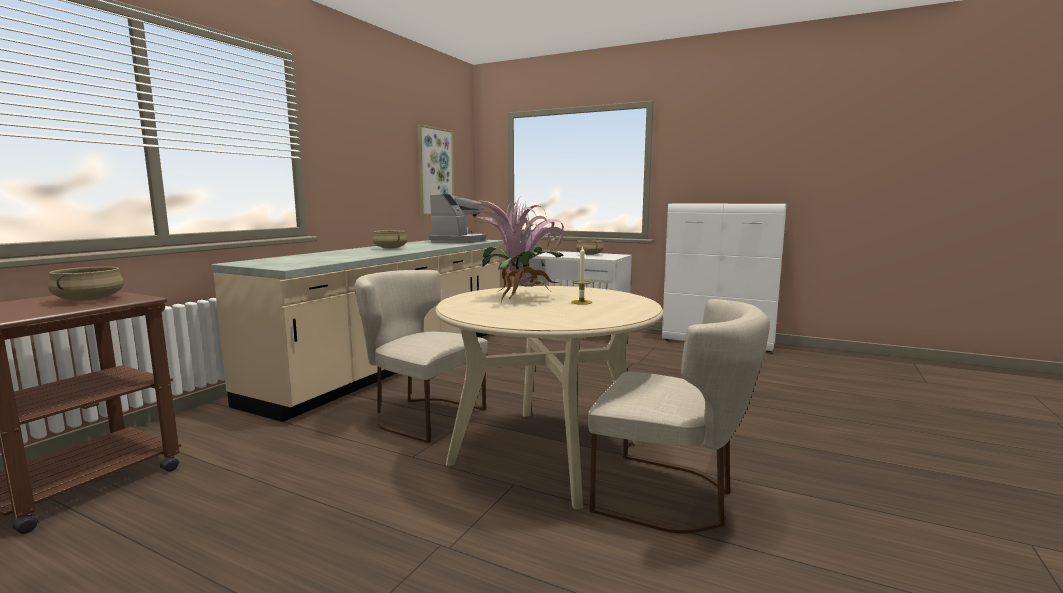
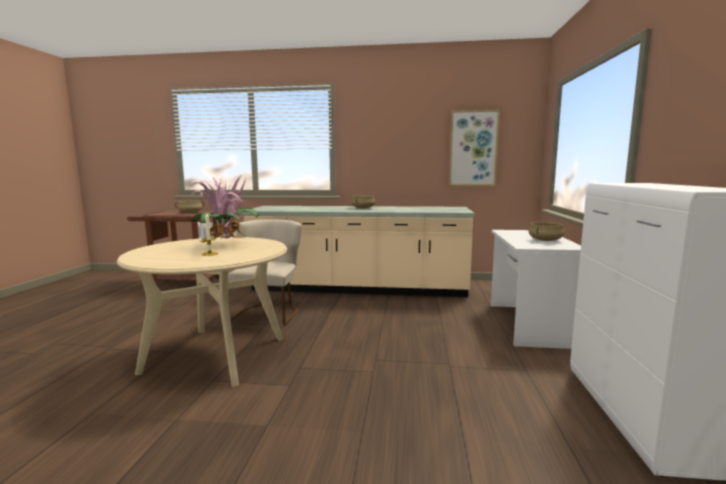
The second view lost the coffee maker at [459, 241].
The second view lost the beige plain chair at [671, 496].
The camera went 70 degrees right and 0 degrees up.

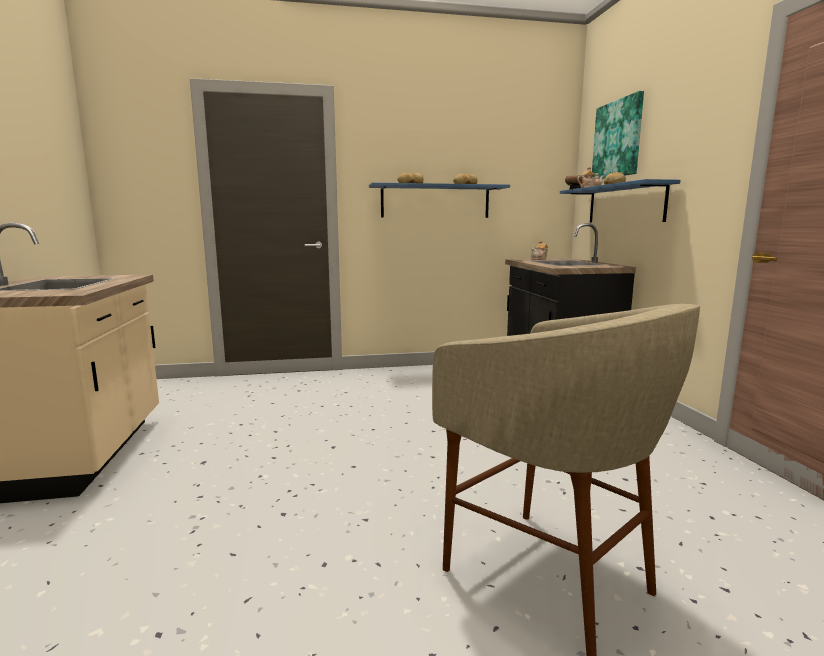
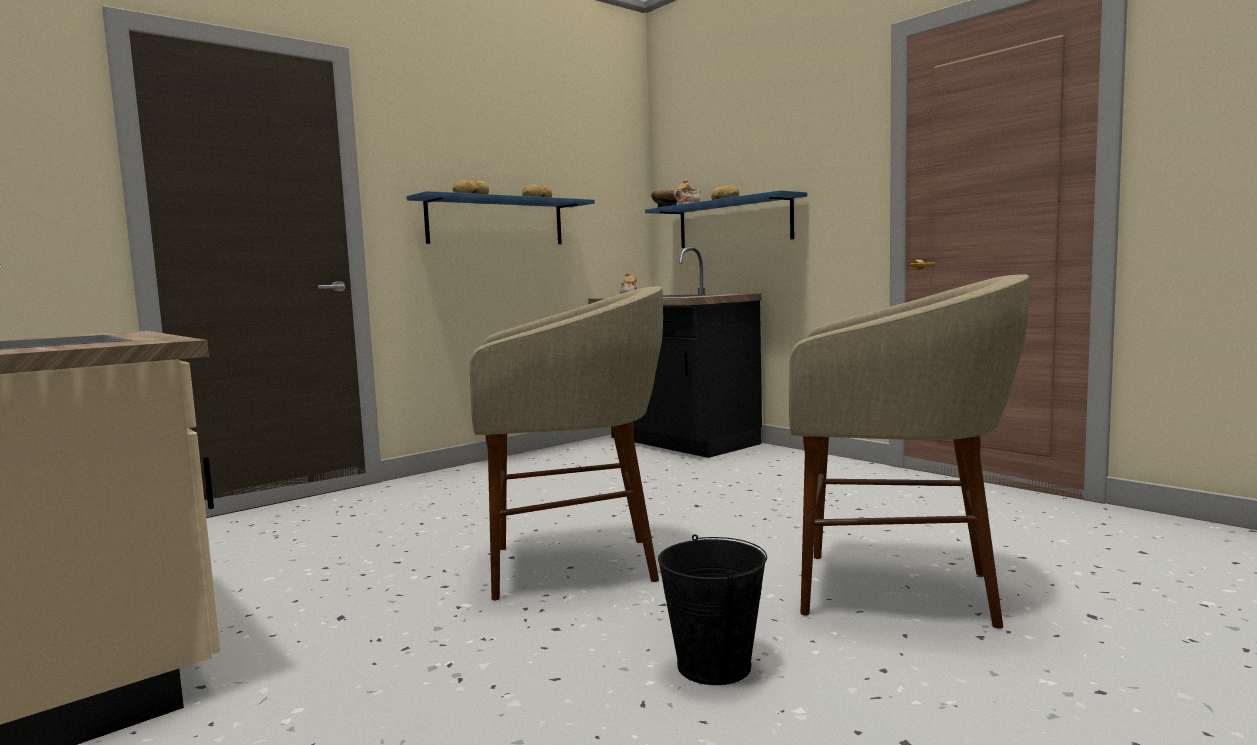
The second view lost the wall art at [618, 139].
The second view gained the beige stool at [574, 566].
The second view gained the blackish pail at [713, 666].
The camera went 30 degrees left and 5 degrees down.

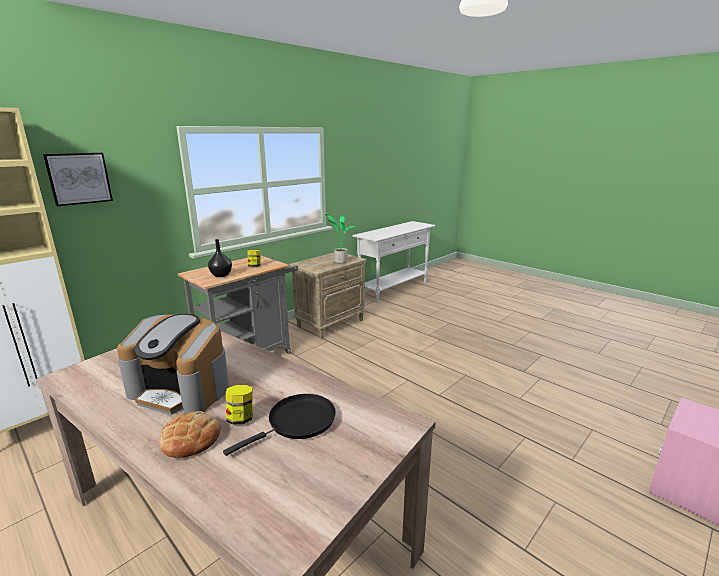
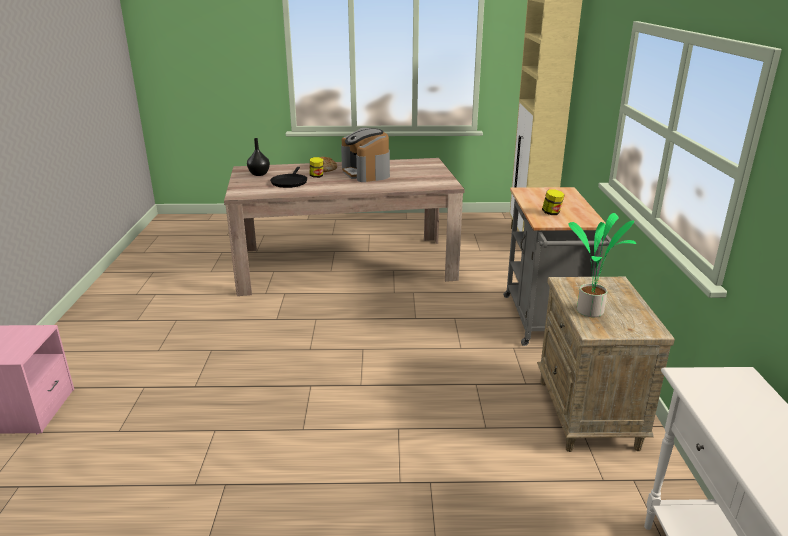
The second view lost the wall art at [79, 178].
The coffee maker at [182, 389] ended up facing another way, 90 degrees counterclockwise from before.
The blackish decorative vase ended up elsewhere, having gone from [220, 275] to [259, 174].
The camera went 135 degrees right and 5 degrees up.

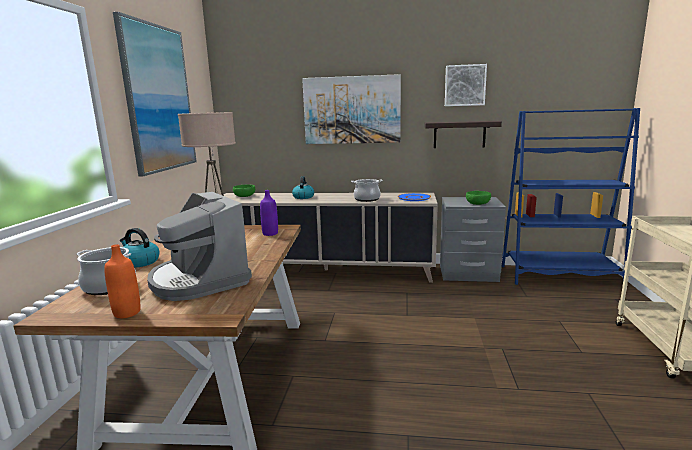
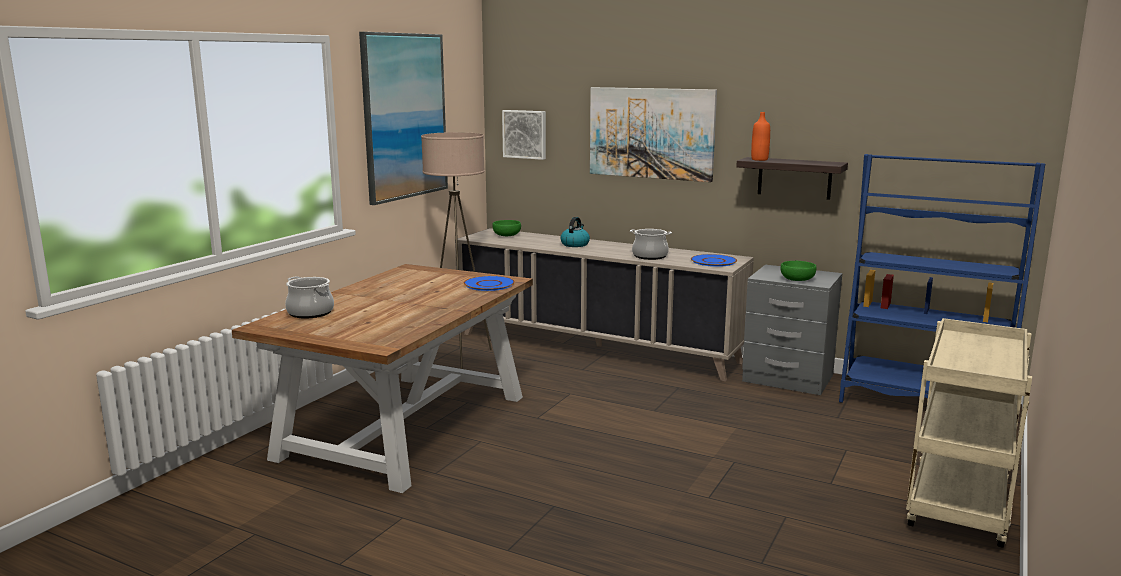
The orange drink bottle ended up elsewhere, having gone from [127, 313] to [759, 159].
The second view lost the water kettle at [139, 262].
The second view lost the coffee maker at [199, 280].
Where the purple-coloured drink bottle stood at [270, 233], the blue dinner plate came to stand at [489, 284].
The wall art ended up elsewhere, having gone from [465, 85] to [525, 134].
The camera went 20 degrees right and 0 degrees up.

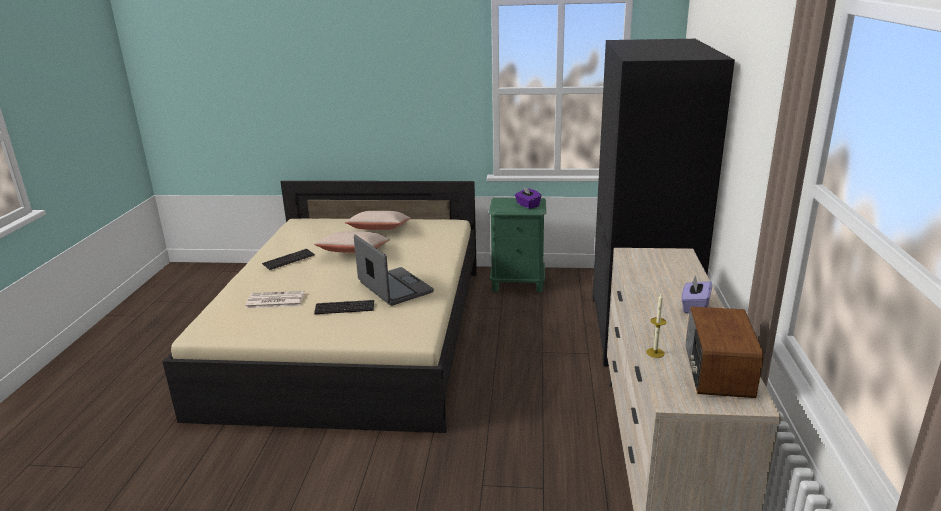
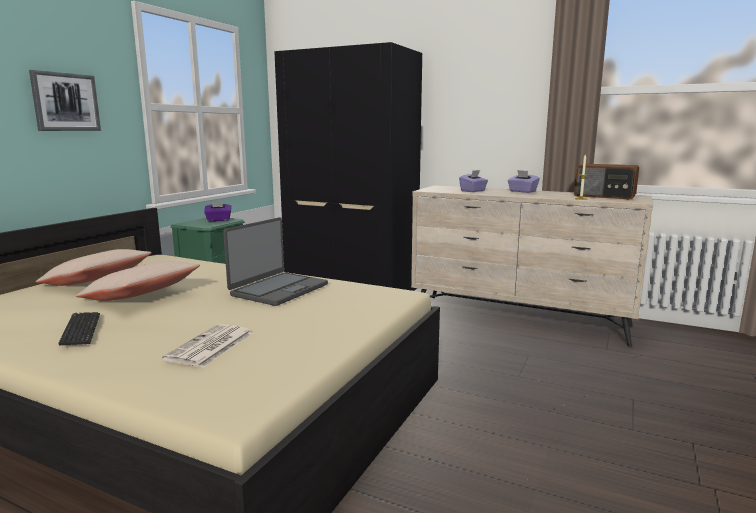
The second view lost the PC keyboard at [344, 308].
The portable computer at [394, 288] ended up facing another way, 135 degrees clockwise from before.
The second view gained the wall art at [65, 102].
The second view gained the purple-coloured tissue holder at [473, 191].
The camera went 70 degrees left and 10 degrees down.

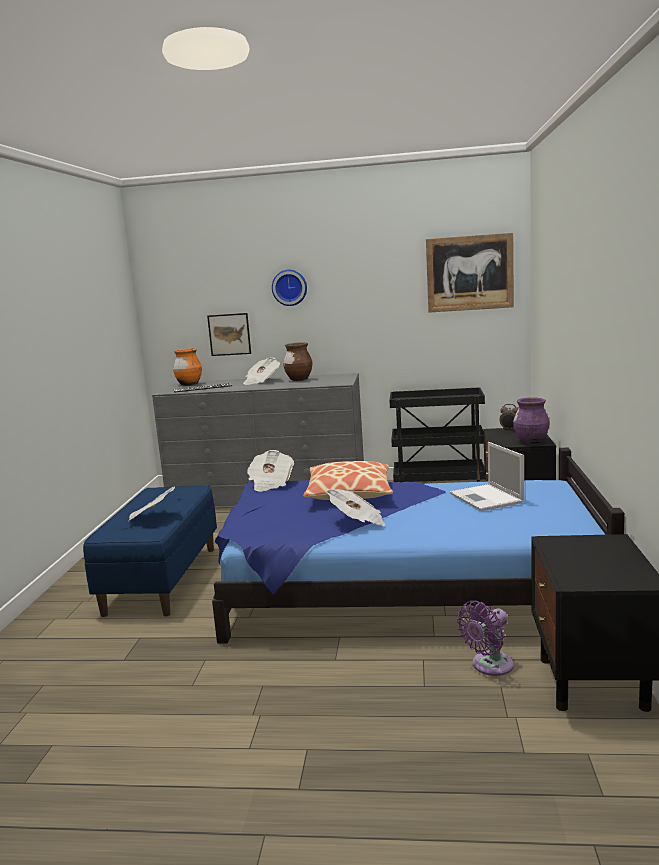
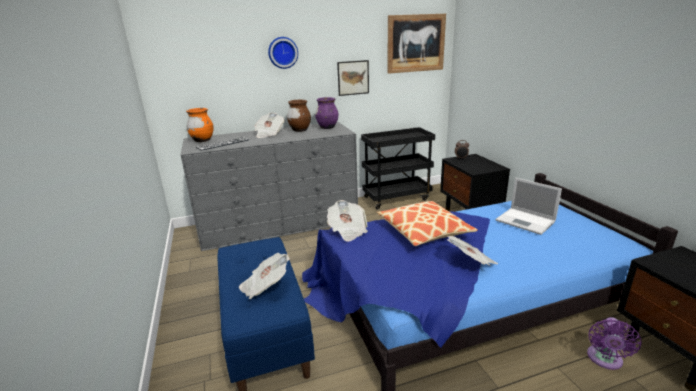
The wall art ended up elsewhere, having gone from [229, 334] to [353, 78].
The purple-coloured decorative vase ended up elsewhere, having gone from [531, 442] to [327, 127].
The camera went 25 degrees left and 10 degrees up.

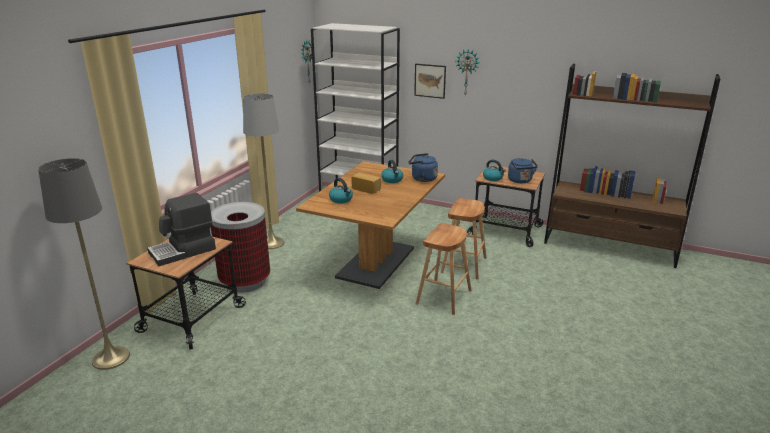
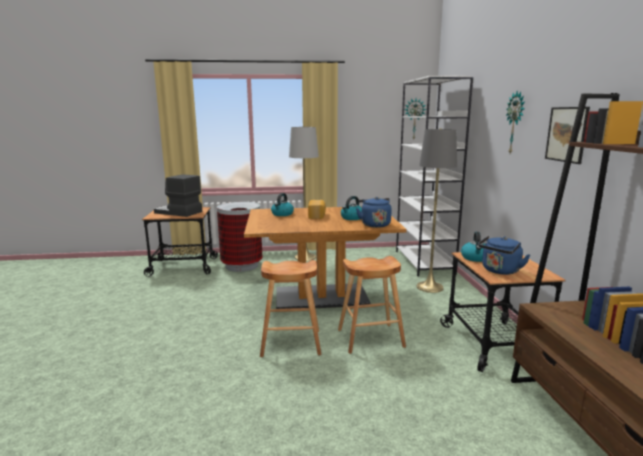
The gray standard lamp ended up elsewhere, having gone from [111, 358] to [429, 287].
The wall art ended up elsewhere, having gone from [430, 81] to [566, 134].
The camera went 60 degrees right and 10 degrees down.

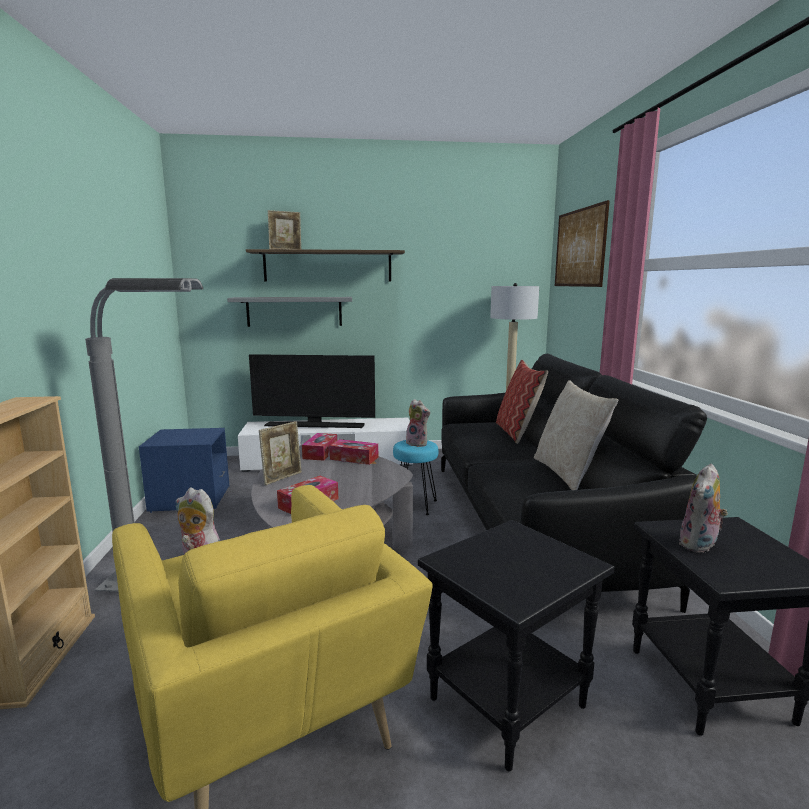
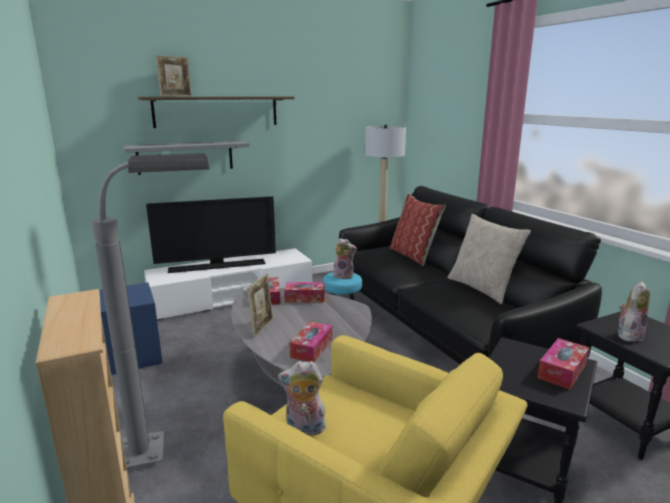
The second view lost the wall art at [579, 248].
The plush toy at [700, 545] ended up facing another way, 150 degrees counterclockwise from before.
The second view gained the tissue holder at [562, 371].
The camera went 20 degrees left and 5 degrees up.

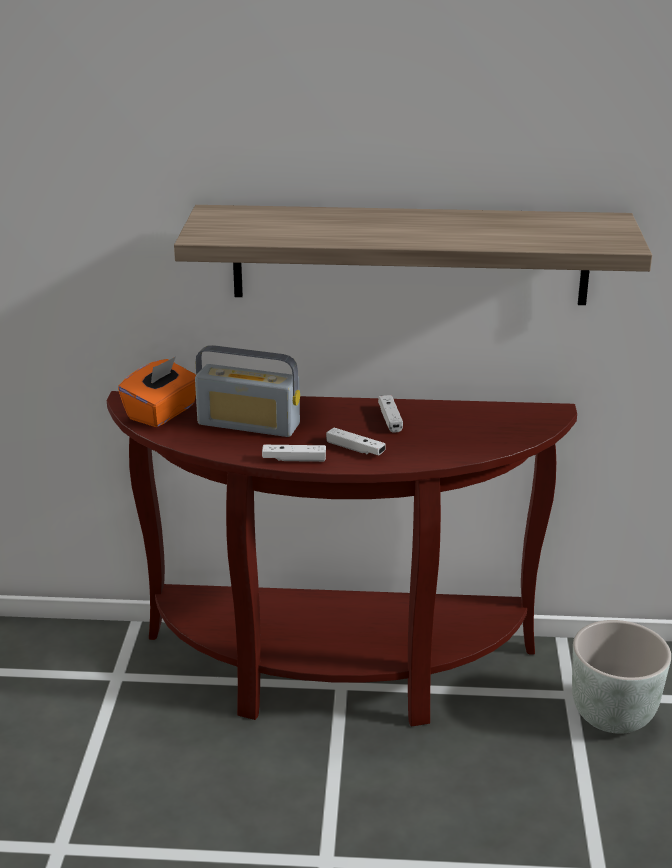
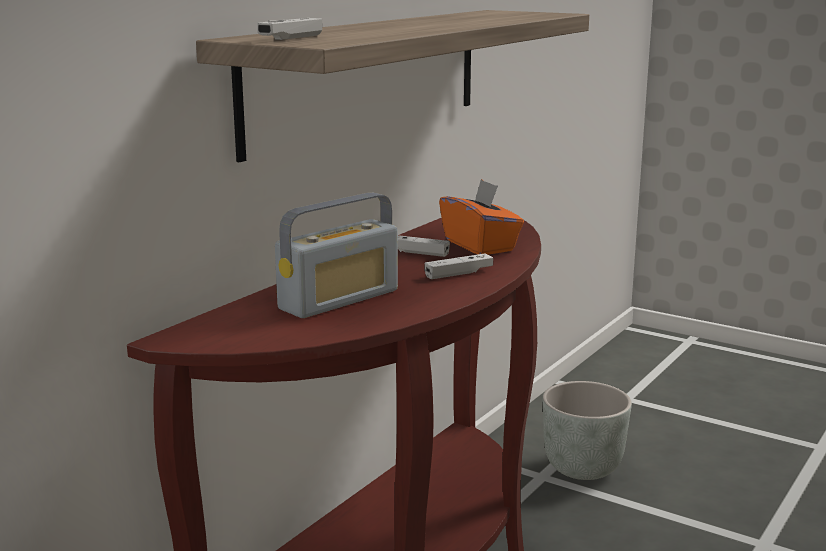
The orange tissue holder ended up elsewhere, having gone from [162, 413] to [480, 245].
The white game controller ended up elsewhere, having gone from [294, 459] to [291, 38].
The camera went 60 degrees left and 10 degrees down.

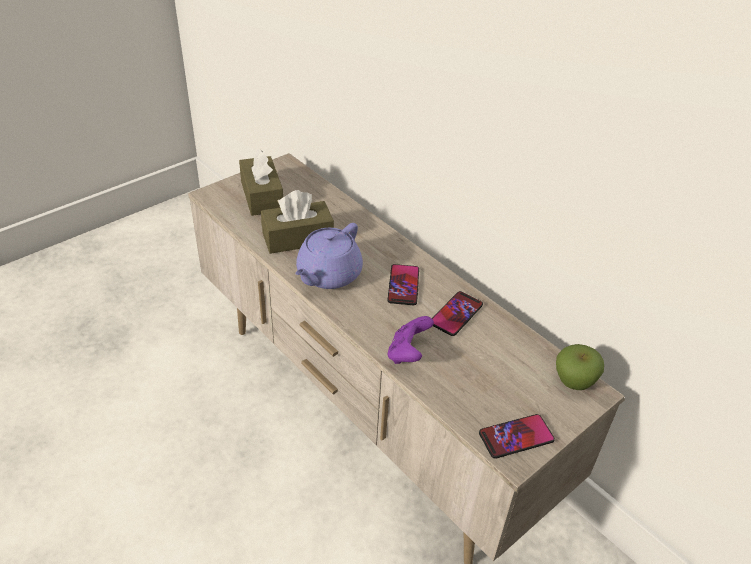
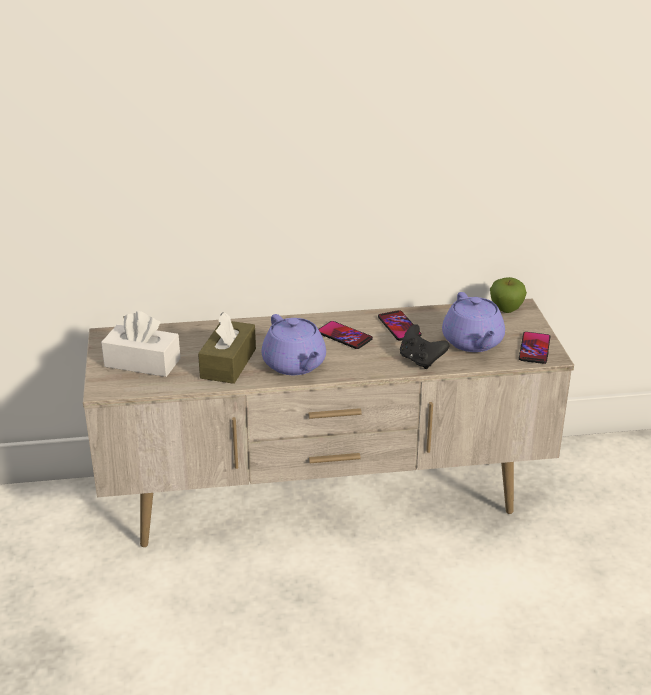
What was the brown tissue holder at [262, 196] turned into the white tissue holder at [142, 362].
What was the purple-coloured game controller at [408, 353] turned into the blackish game controller at [420, 360].
The second view gained the purple-coloured tea pot at [473, 342].
The camera went 55 degrees left and 10 degrees down.

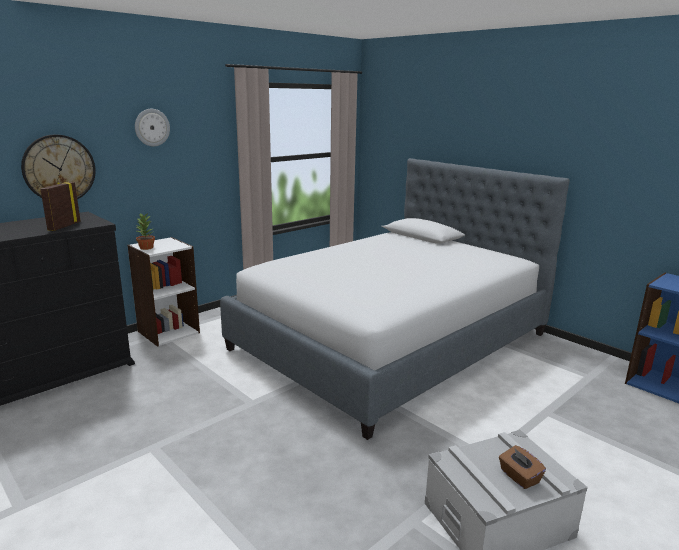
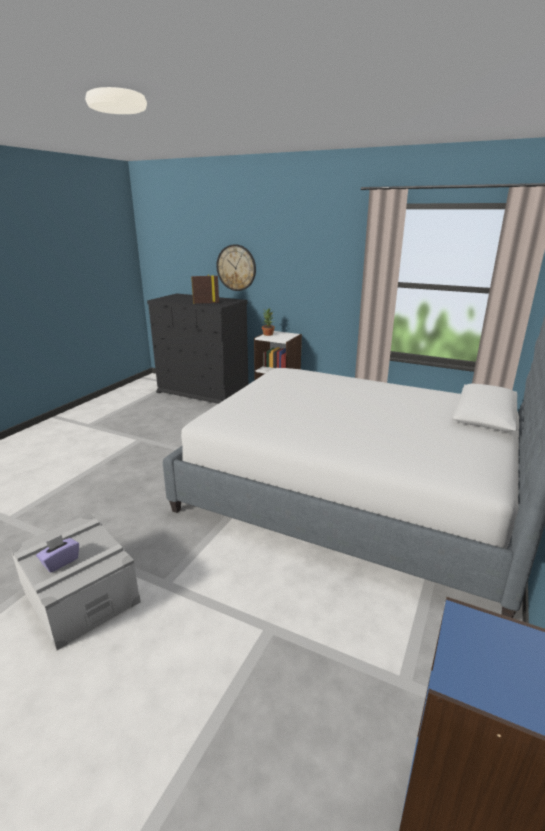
The second view lost the wall clock at [152, 127].
What was the brown tissue holder at [519, 477] turned into the purple-coloured tissue holder at [60, 561].
The camera went 70 degrees right and 5 degrees up.

